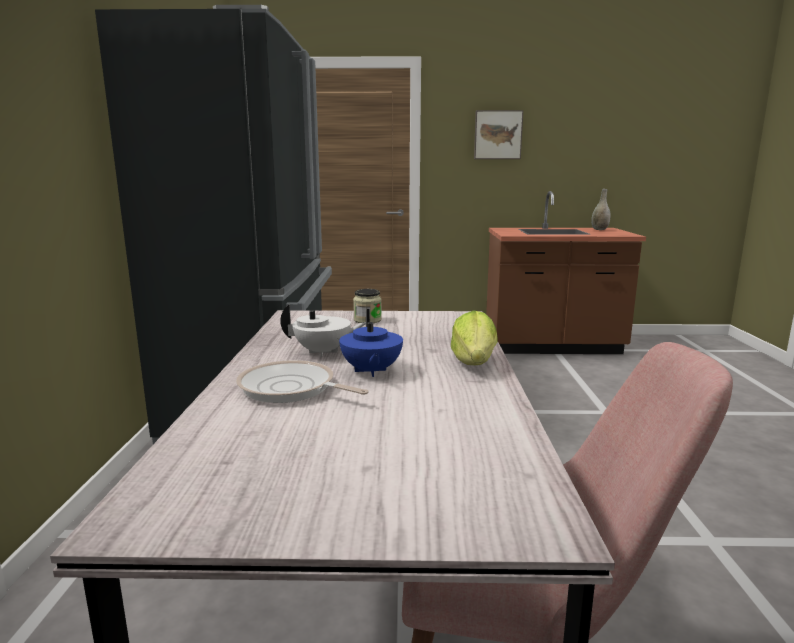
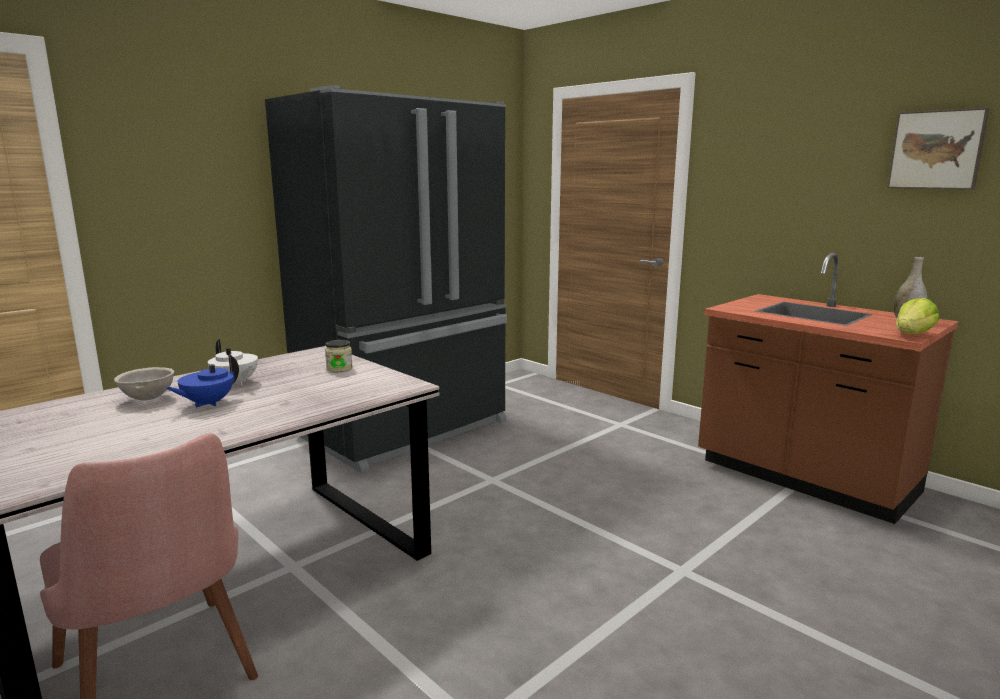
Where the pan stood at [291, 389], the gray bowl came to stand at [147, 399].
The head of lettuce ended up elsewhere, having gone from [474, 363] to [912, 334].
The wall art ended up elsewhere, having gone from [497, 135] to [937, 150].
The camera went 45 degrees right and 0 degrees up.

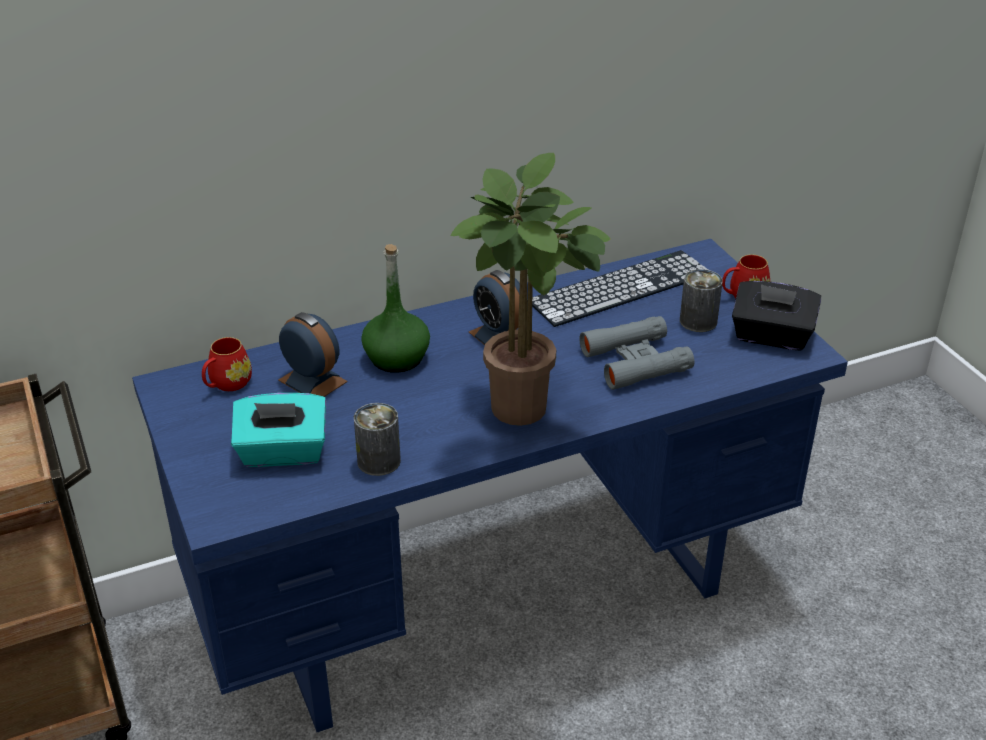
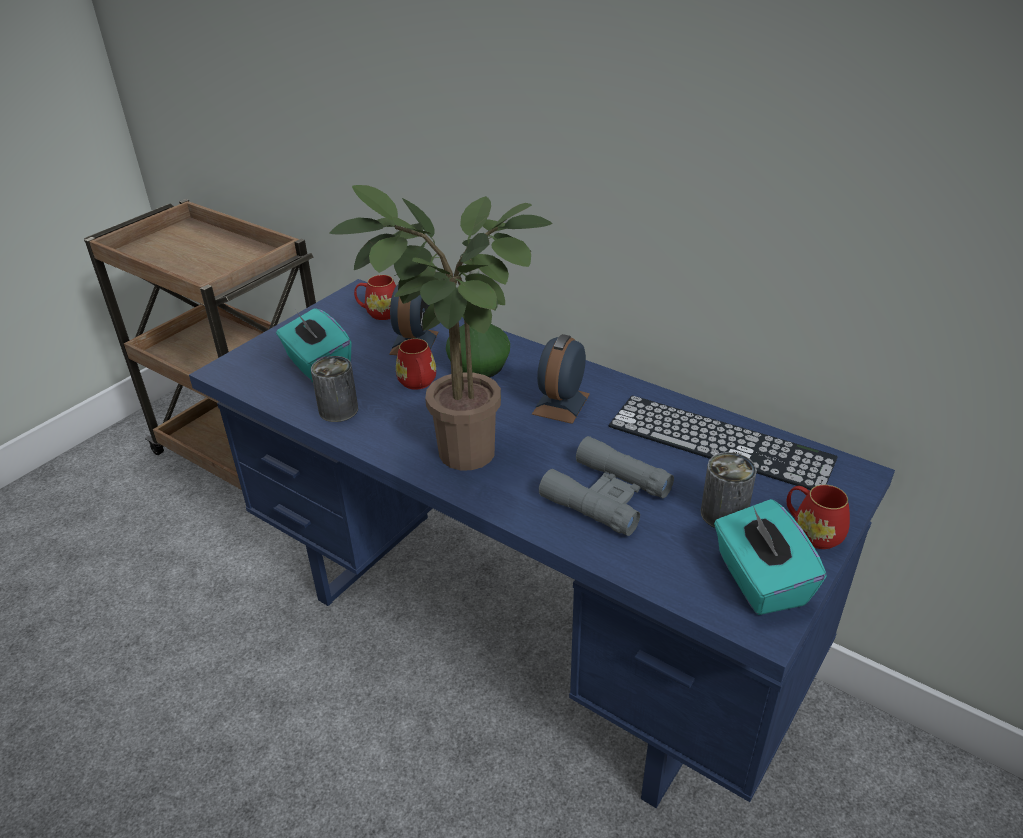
What was the blackish tissue holder at [771, 336] turned into the blue-green tissue holder at [759, 580].
The second view gained the reddish tea mug at [418, 384].
The camera went 60 degrees right and 0 degrees up.

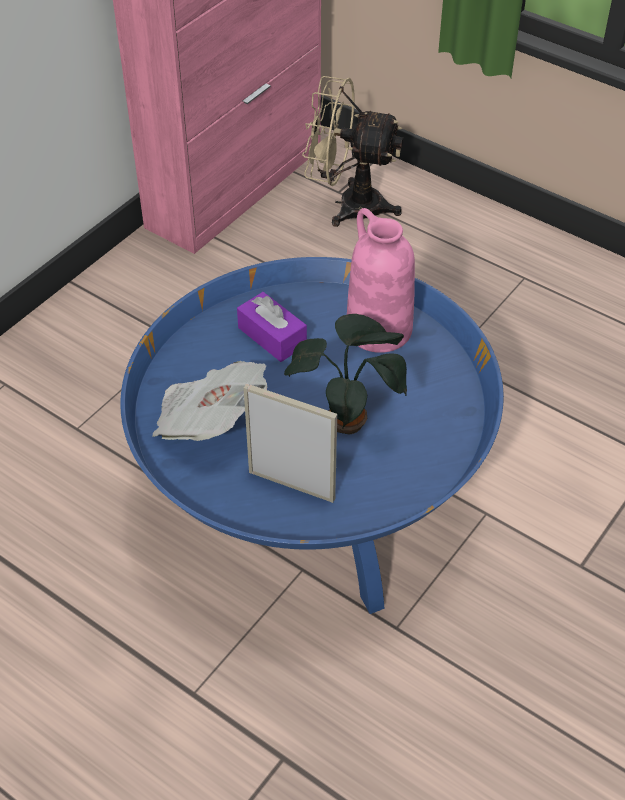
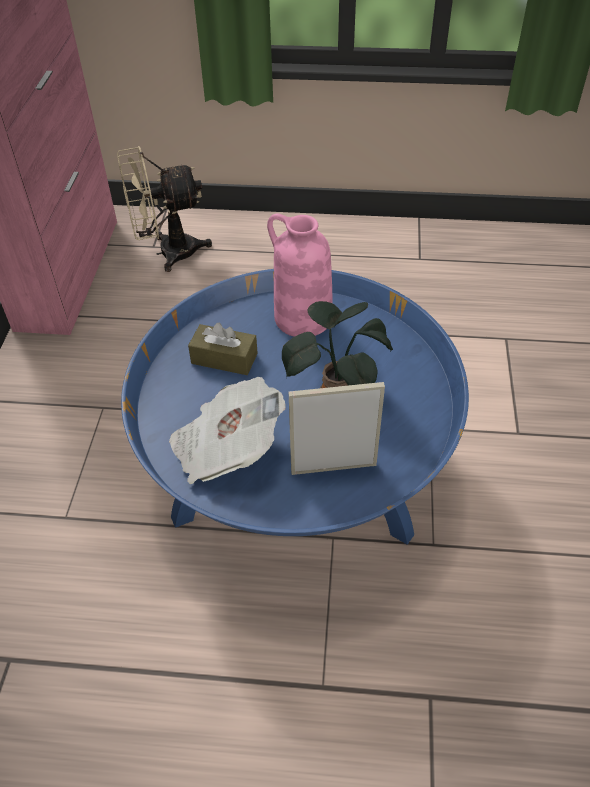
What was the purple-coloured tissue holder at [272, 336] turned into the brown tissue holder at [224, 358].
The camera went 30 degrees left and 0 degrees up.

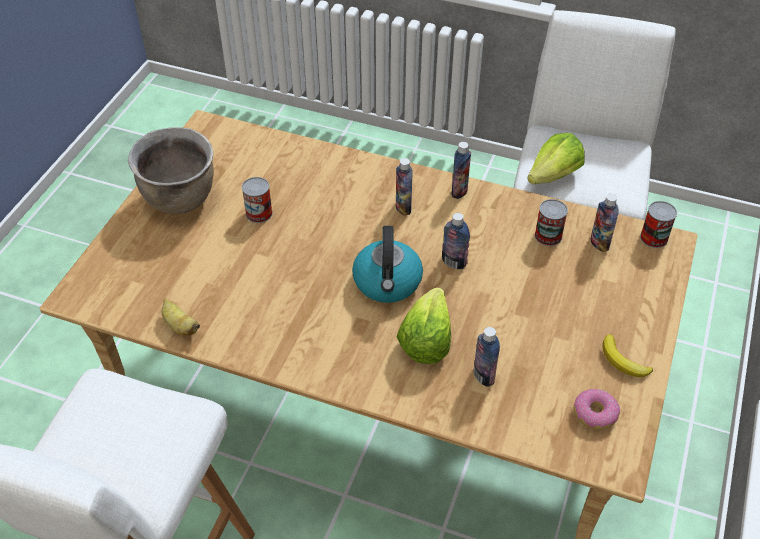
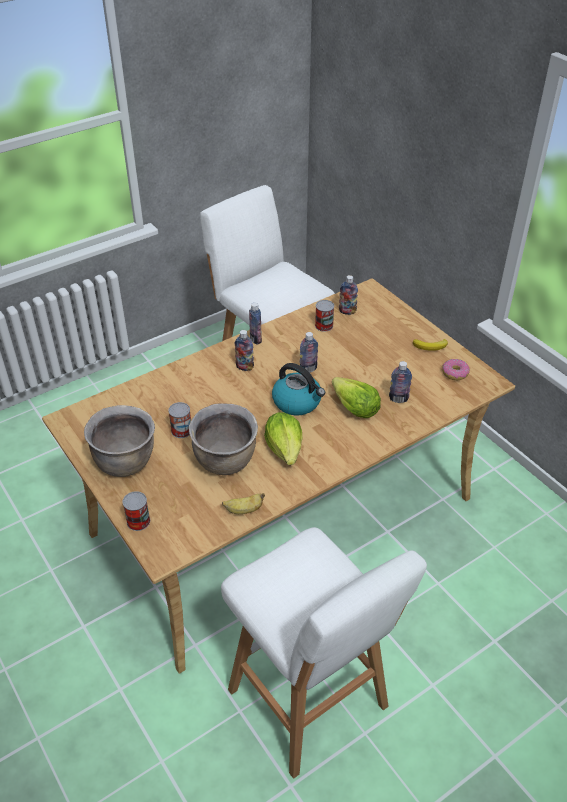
The head of lettuce ended up elsewhere, having gone from [554, 175] to [285, 449].
The metal can ended up elsewhere, having gone from [654, 238] to [138, 521].
The second view gained the brown saucepot at [226, 461].
The camera went 55 degrees left and 5 degrees down.

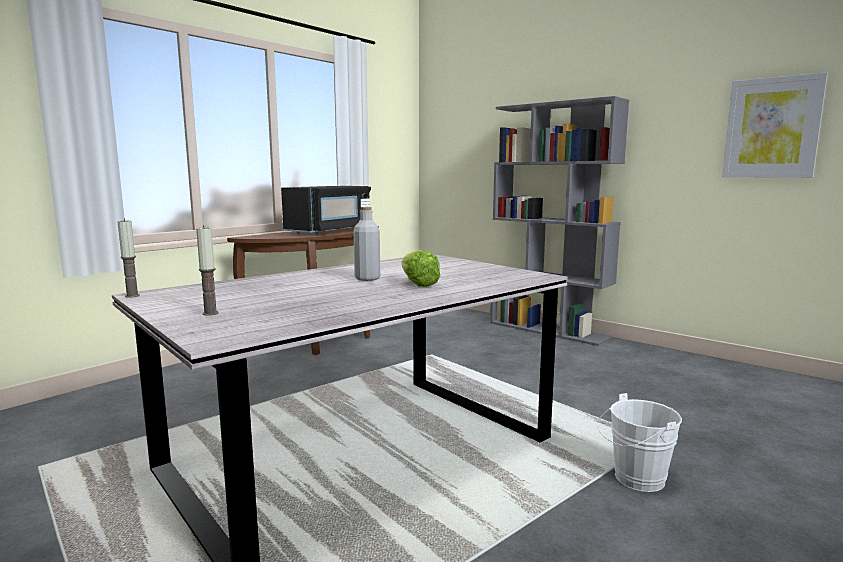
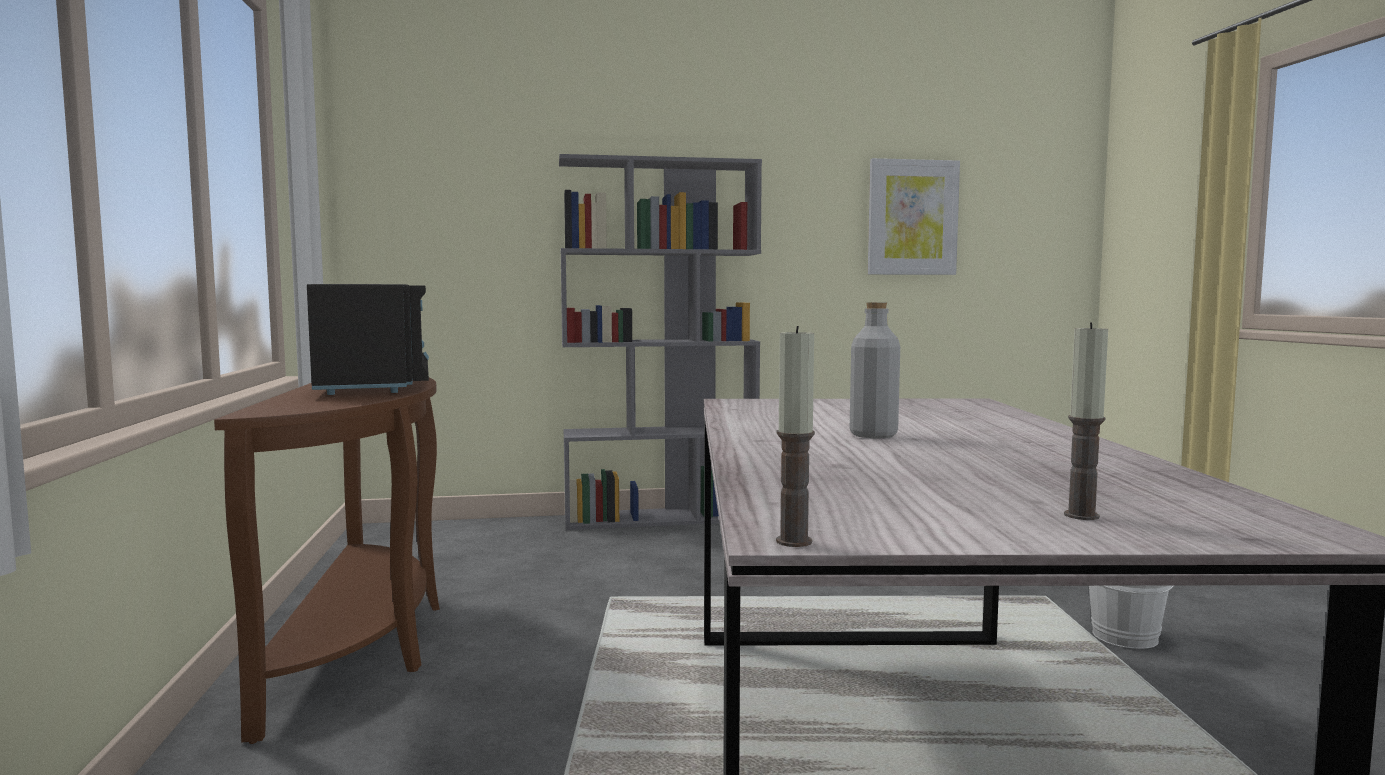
The second view lost the head of lettuce at [416, 283].
The camera went 50 degrees left and 5 degrees down.

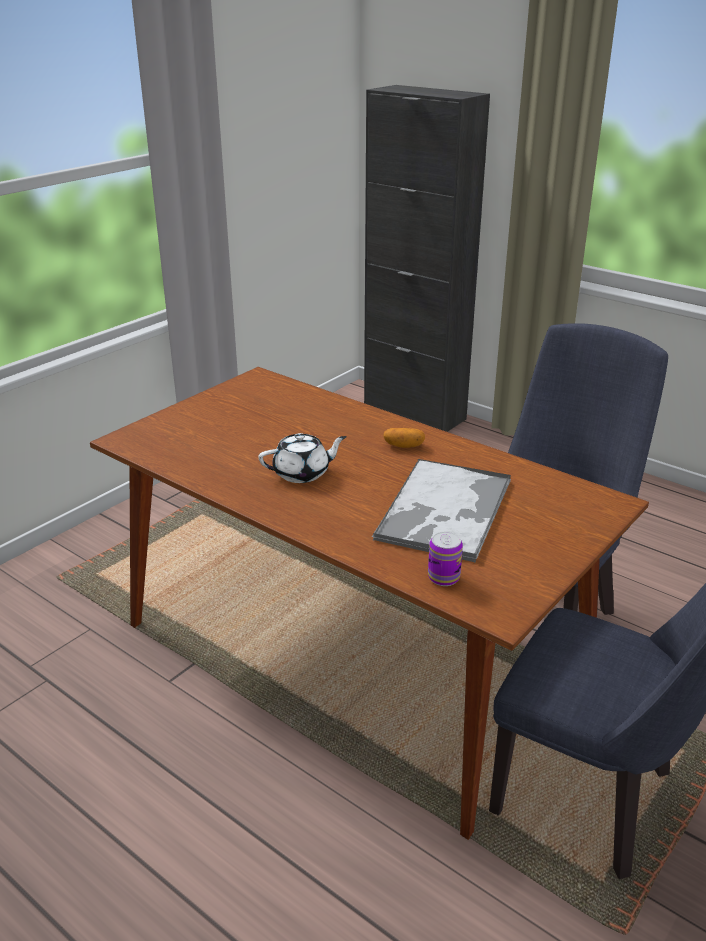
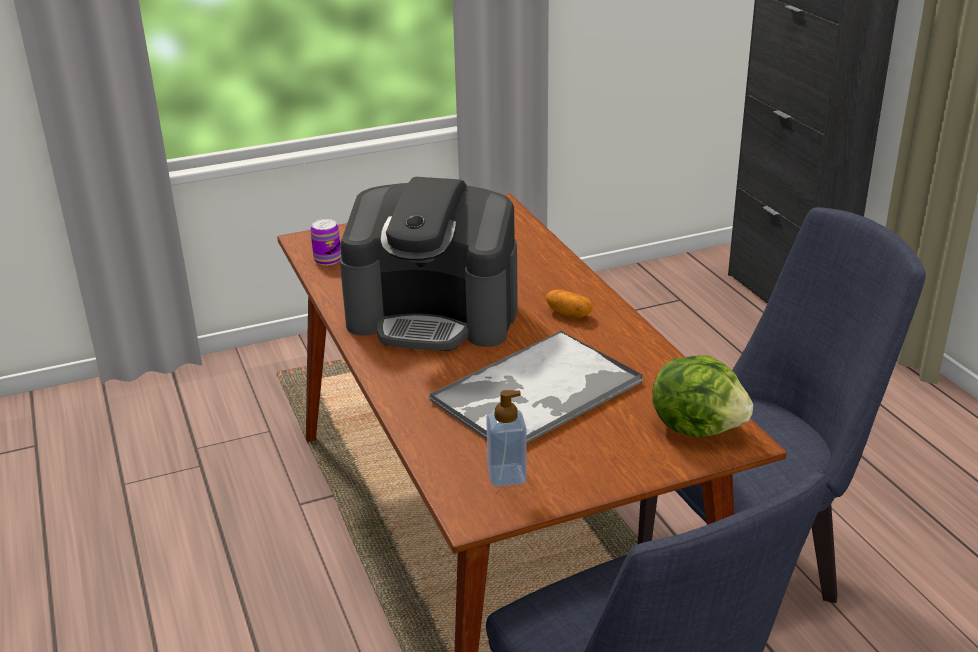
Where the white tea pot stood at [302, 473], the coffee maker came to stand at [434, 315].
The metal can ended up elsewhere, having gone from [443, 577] to [327, 260].
The second view gained the liquid soap bottle at [507, 476].
The second view gained the head of lettuce at [697, 427].
The camera went 30 degrees right and 0 degrees up.

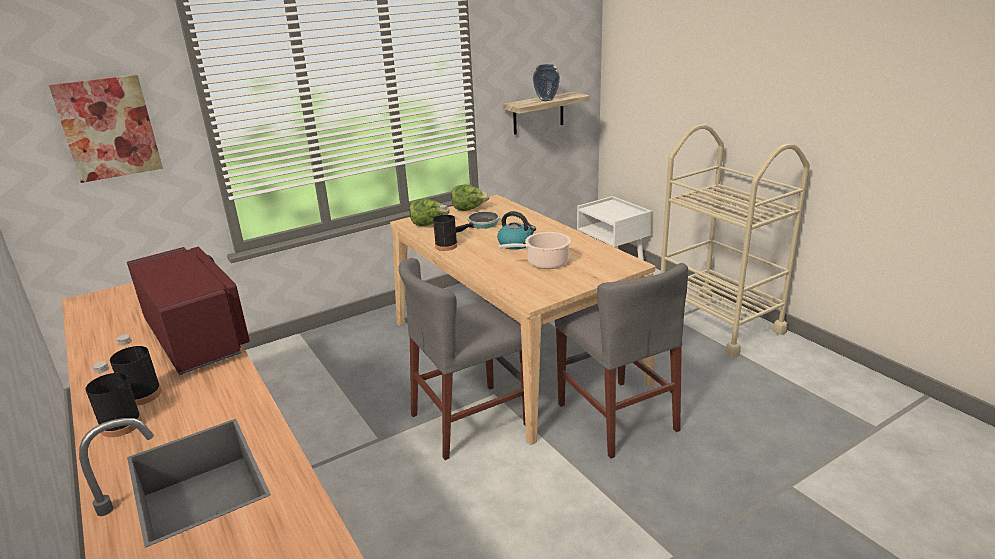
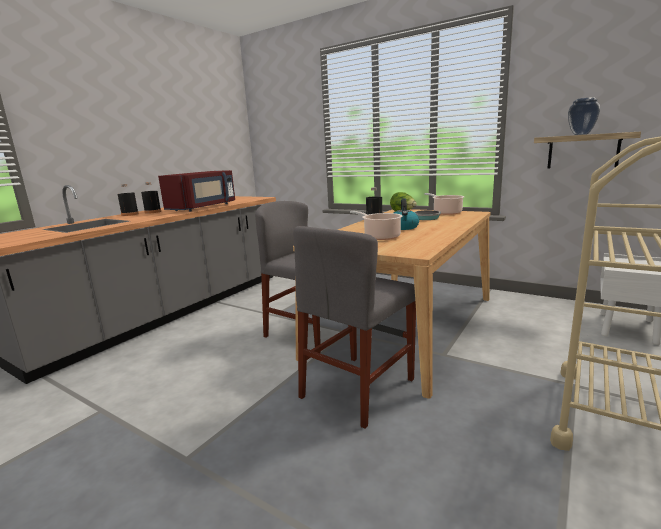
The second view lost the wall art at [108, 128].
Where the head of lettuce stood at [469, 209], the saucepot came to stand at [446, 213].
The camera went 65 degrees right and 10 degrees down.

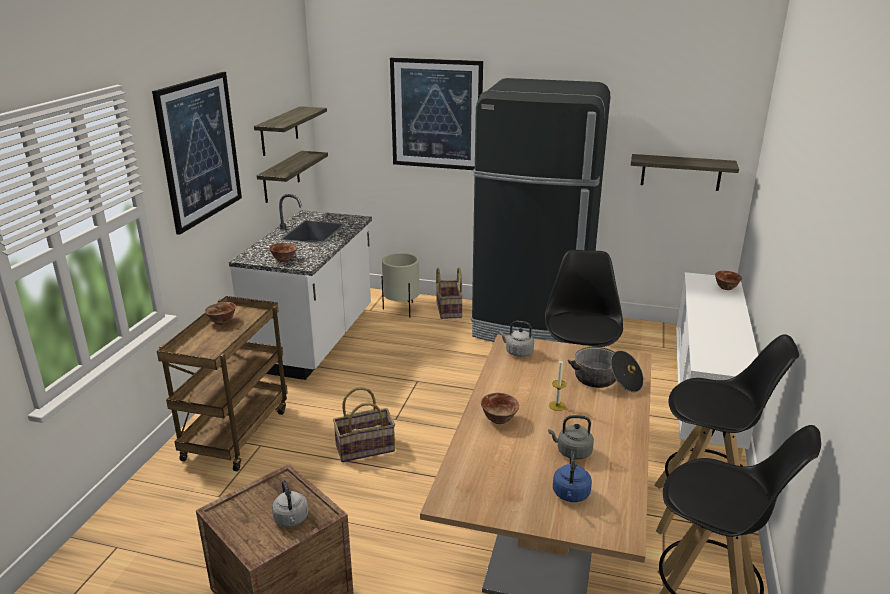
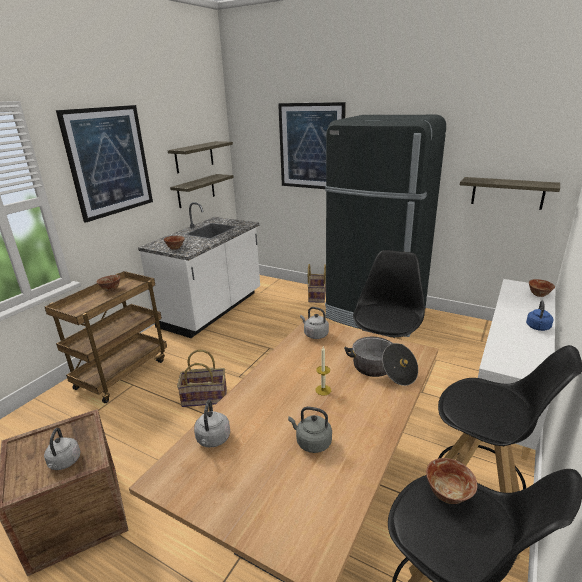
The second view lost the beige planter at [401, 309].
The bowl ended up elsewhere, having gone from [499, 419] to [448, 494].
The blue water kettle ended up elsewhere, having gone from [571, 495] to [538, 328].
The second view gained the gray water kettle at [213, 440].
The camera went 15 degrees right and 0 degrees up.

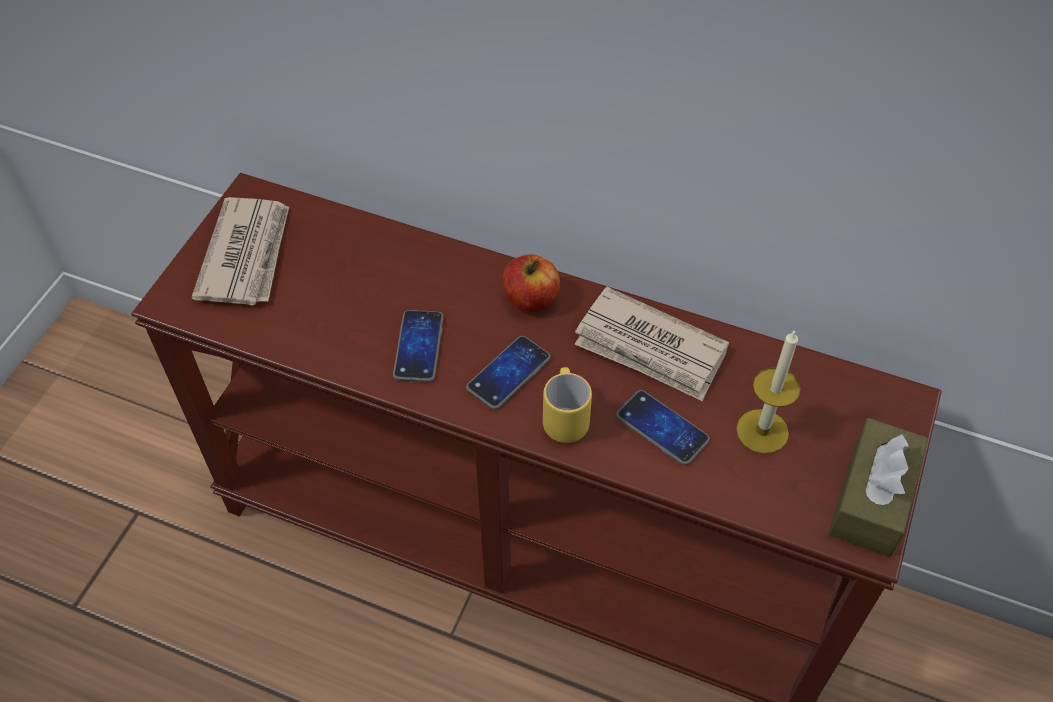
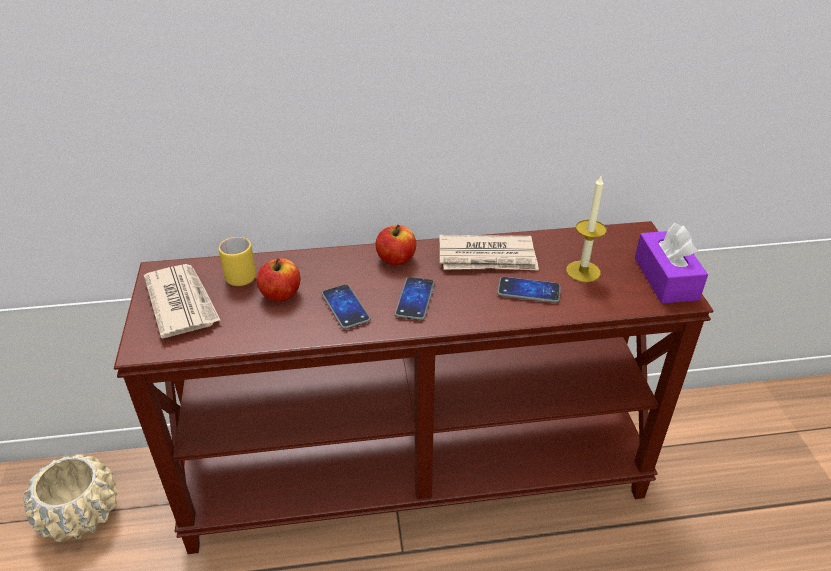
The yellow tea mug ended up elsewhere, having gone from [565, 417] to [238, 275].
What was the brown tissue holder at [872, 498] turned into the purple-coloured tissue holder at [665, 278].
The second view gained the beige planter at [81, 514].
The second view gained the whole apple at [281, 294].
The camera went 30 degrees left and 15 degrees down.

